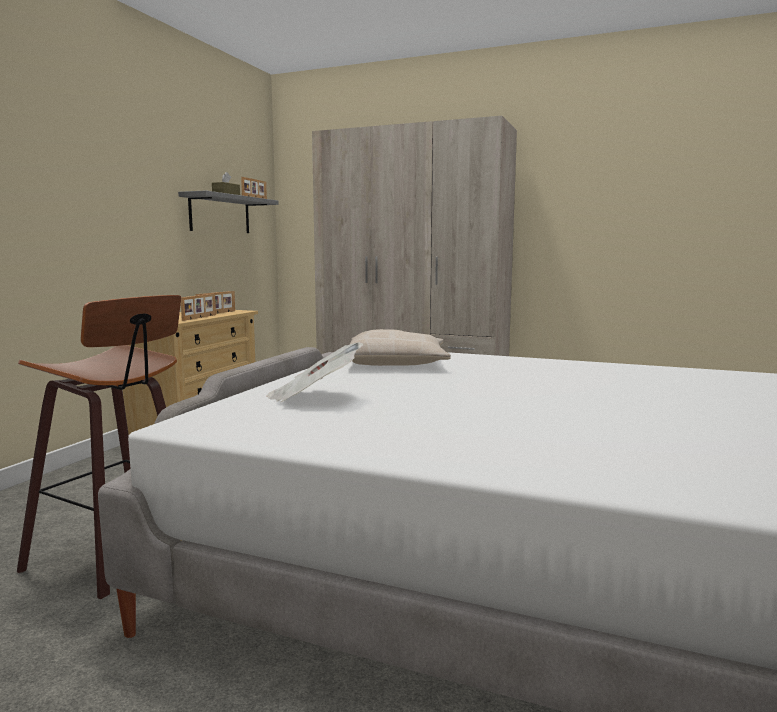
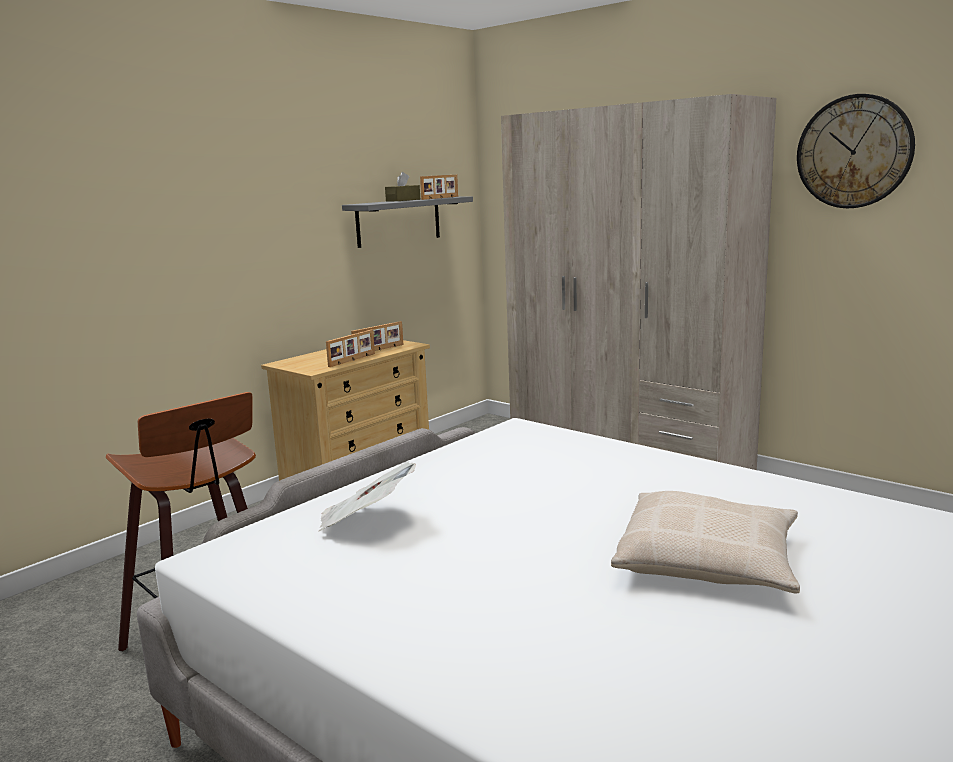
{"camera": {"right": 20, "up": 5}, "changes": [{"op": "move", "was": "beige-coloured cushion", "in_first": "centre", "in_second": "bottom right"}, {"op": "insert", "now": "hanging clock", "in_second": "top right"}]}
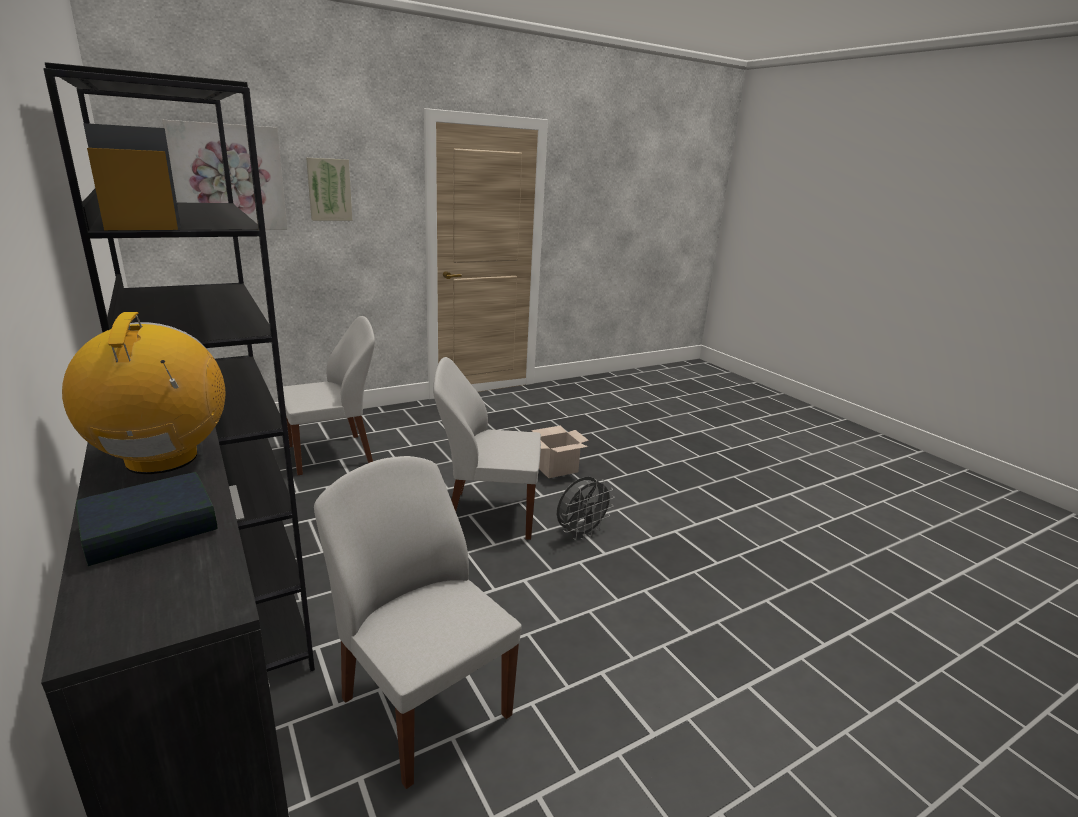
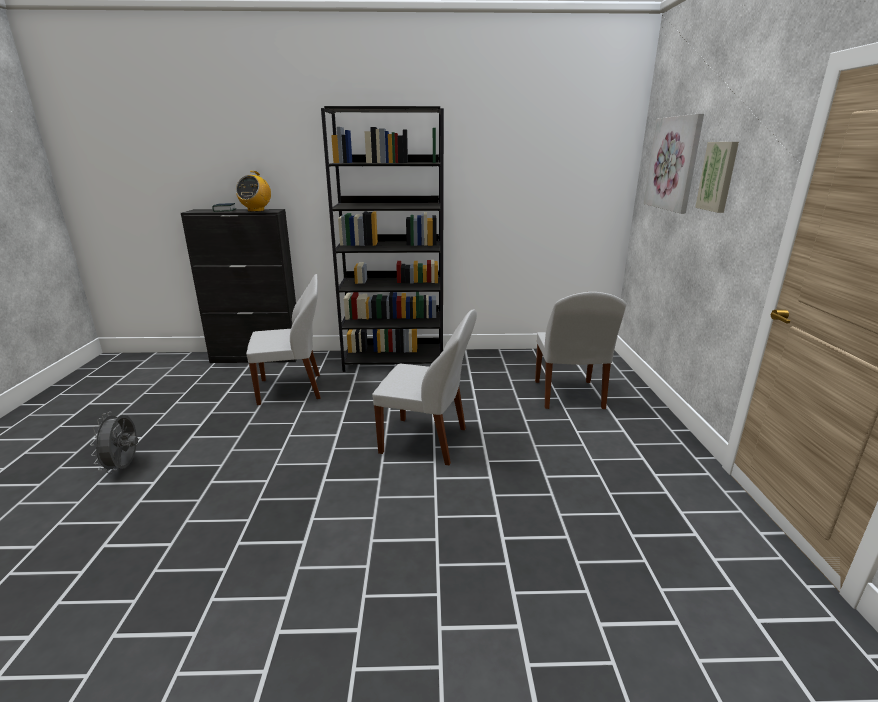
{"camera": {"right": 120, "up": 0}, "changes": [{"op": "move", "was": "grey electric fan", "in_first": "centre", "in_second": "middle left"}, {"op": "rotate", "was": "radio", "in_first": "middle left", "in_second": "top left", "clockwise": 90}, {"op": "rotate", "was": "white-coloured chair (3rd from left in the first image)", "in_first": "centre", "in_second": "centre", "clockwise": 75}, {"op": "delete", "was": "carton", "in_first": "centre"}]}
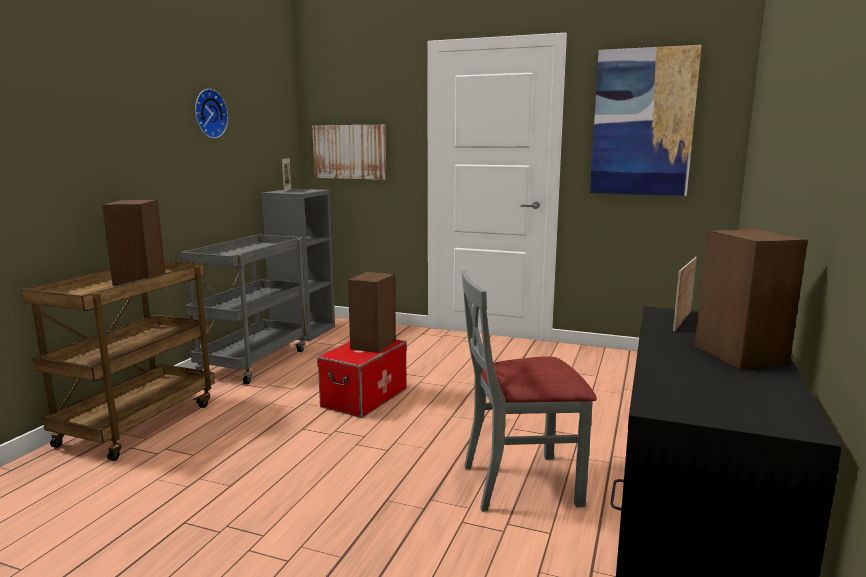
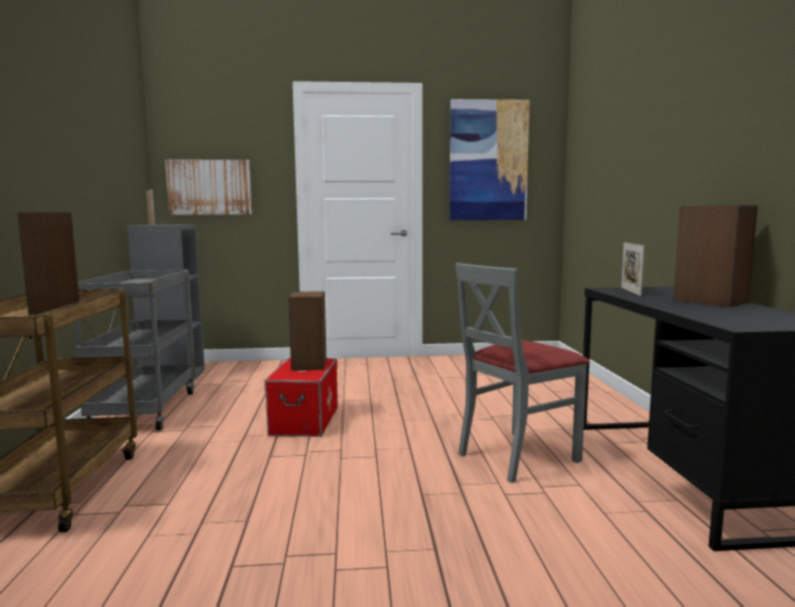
{"camera": {"right": -25, "up": -5}, "changes": [{"op": "delete", "was": "hanging clock", "in_first": "top left"}]}
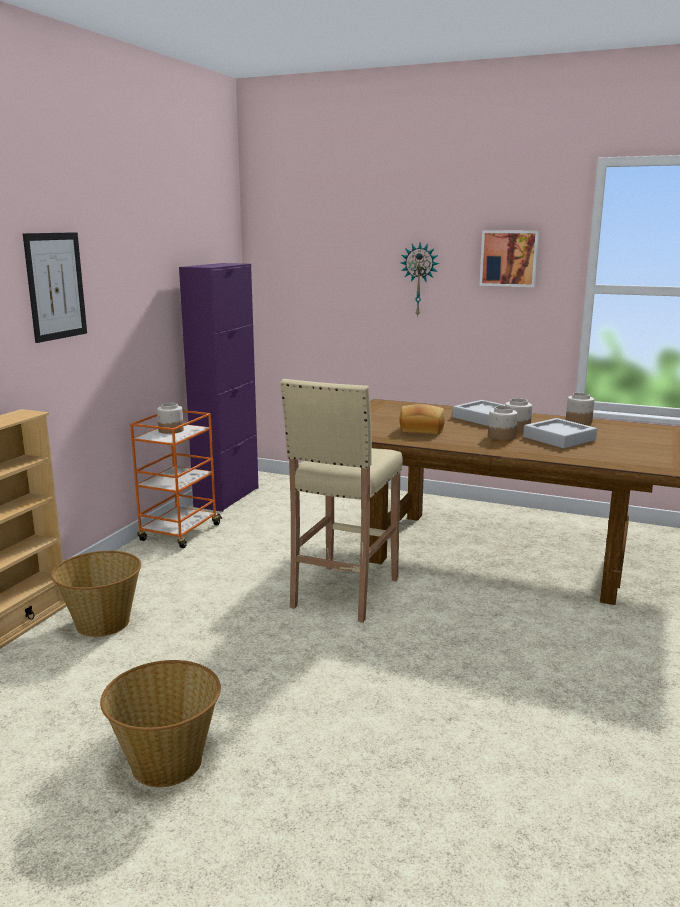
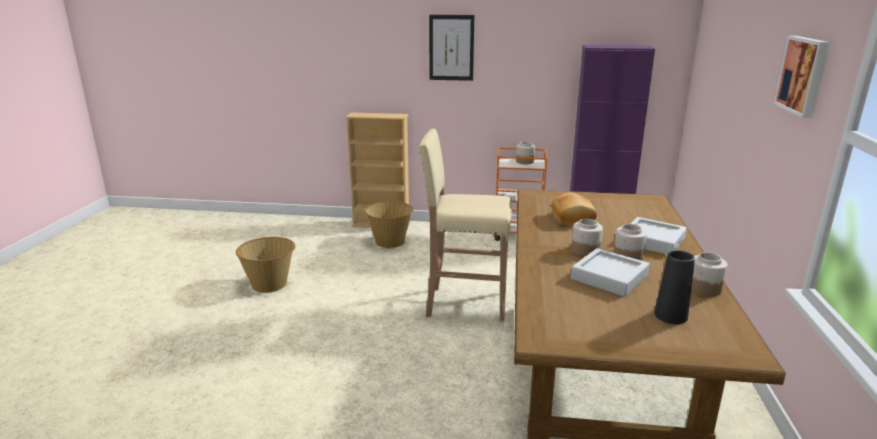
{"camera": {"right": 75, "up": 5}, "changes": [{"op": "insert", "now": "black-coloured decorative vase", "in_second": "middle right"}, {"op": "delete", "was": "hanging clock", "in_first": "top centre"}]}
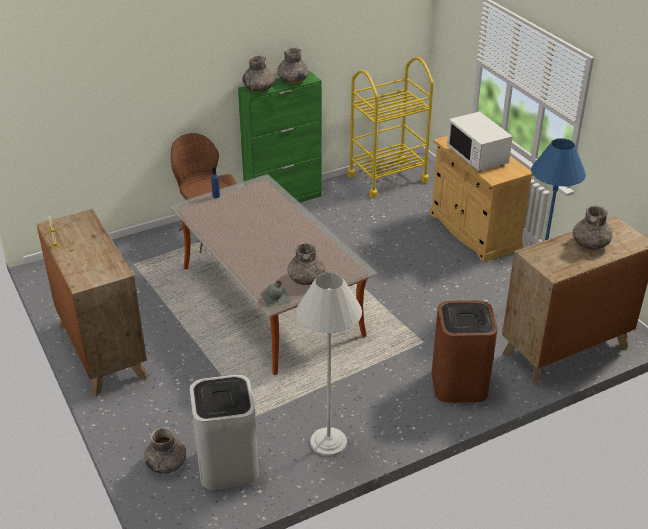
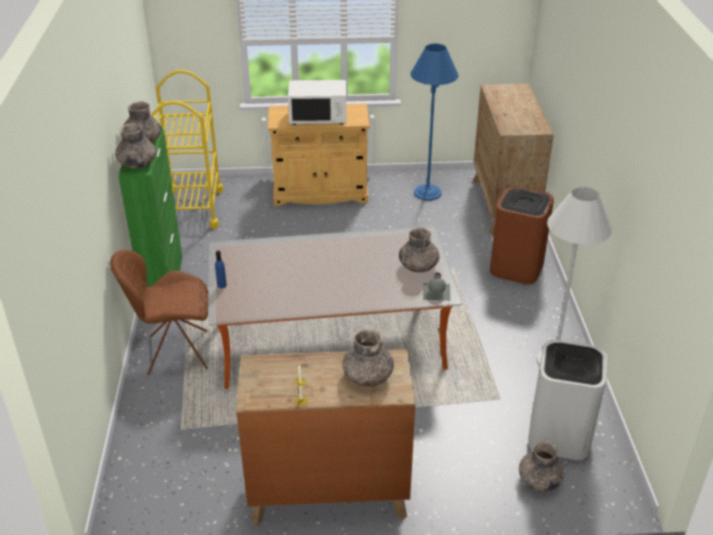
{"camera": {"right": -65, "up": 0}, "changes": [{"op": "move", "was": "grey decorative vase (5th from left in the first image)", "now": "grey decorative vase (3rd from left)", "in_first": "middle right", "in_second": "bottom centre"}]}
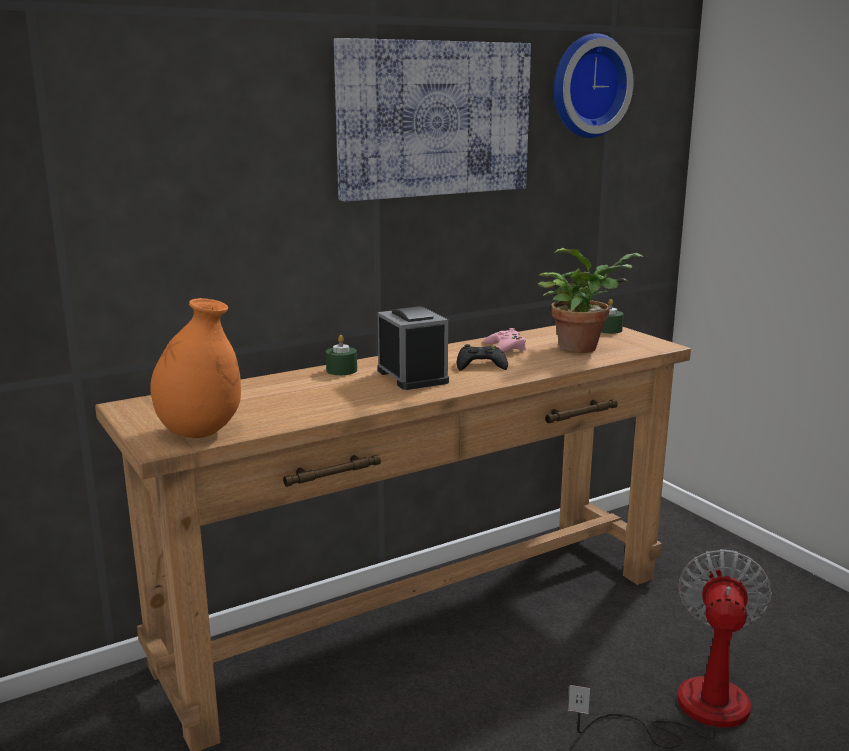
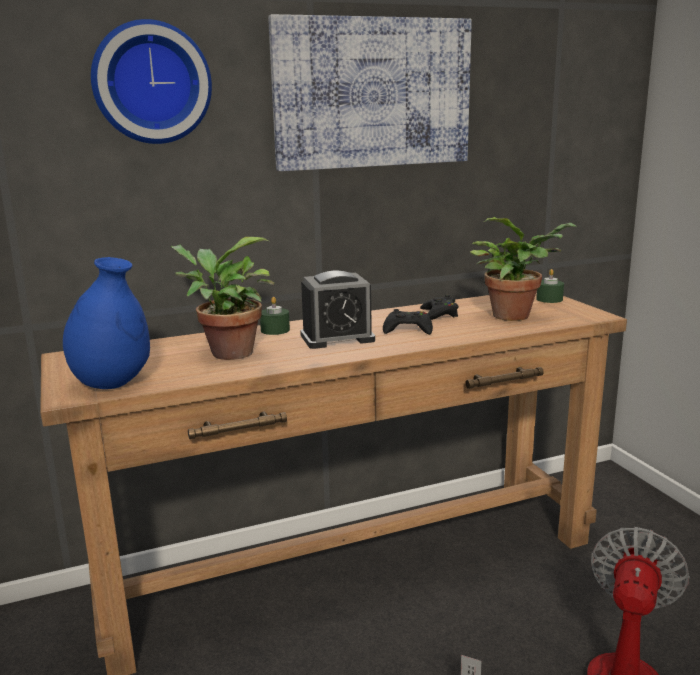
{"camera": {"right": 10, "up": 0}, "changes": [{"op": "recolor", "was": "orange-coloured decorative vase", "now": "blue-coloured decorative vase", "in_first": "middle left", "in_second": "middle left"}, {"op": "move", "was": "hanging clock", "in_first": "top right", "in_second": "top left"}, {"op": "insert", "now": "houseplant (1st from left)", "in_second": "middle left"}, {"op": "rotate", "was": "bedside clock", "in_first": "centre", "in_second": "centre", "clockwise": 90}, {"op": "recolor", "was": "pinkish joypad", "now": "black-coloured joypad (2nd from left)", "in_first": "centre", "in_second": "centre"}]}
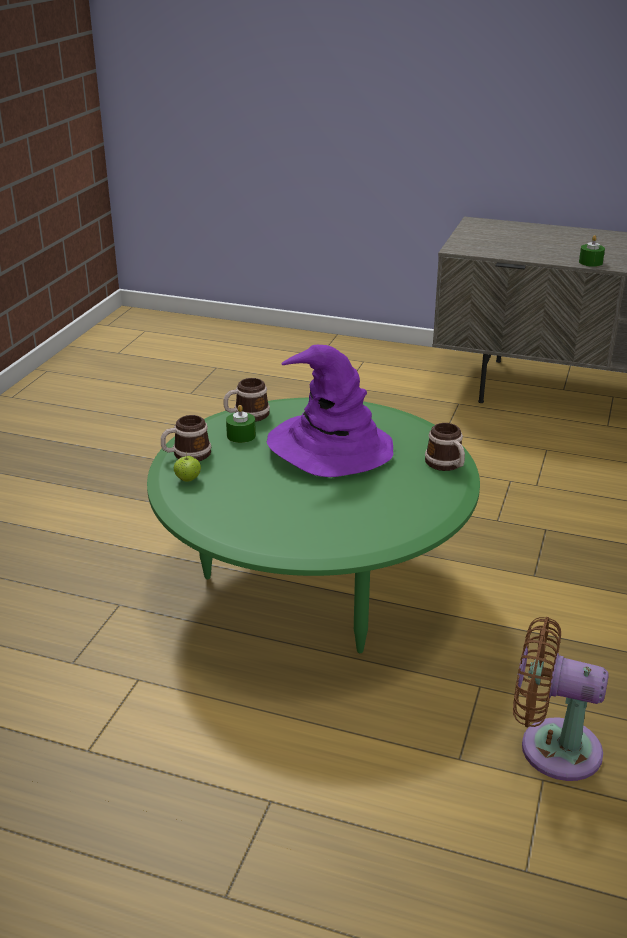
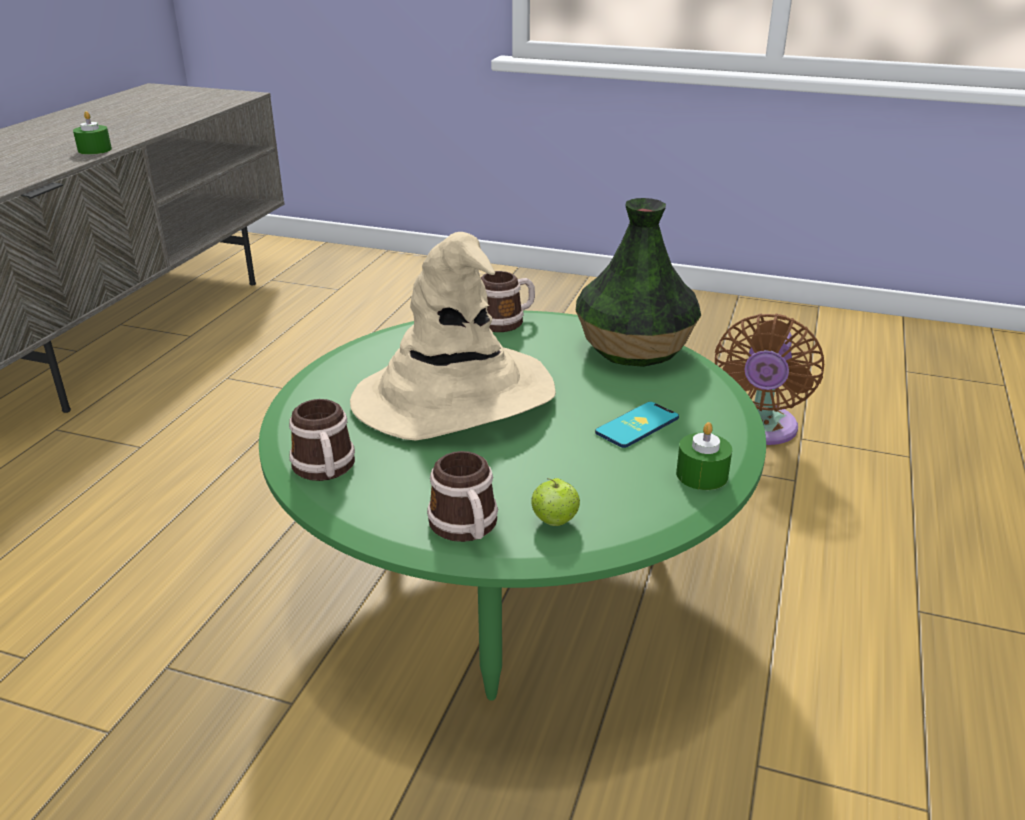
{"camera": {"right": -90, "up": 0}, "changes": [{"op": "recolor", "was": "purple wearable hat", "now": "beige-coloured wearable hat", "in_first": "centre", "in_second": "centre"}, {"op": "insert", "now": "decorative vase", "in_second": "centre"}, {"op": "insert", "now": "handset", "in_second": "centre"}, {"op": "move", "was": "green-coloured wax candle (1st from left in the first image)", "now": "green-coloured wax candle (2nd from left)", "in_first": "centre", "in_second": "middle right"}]}
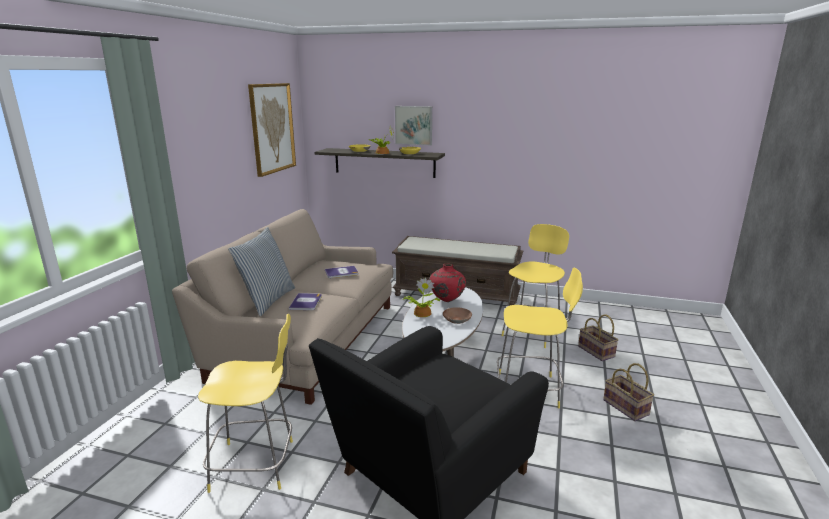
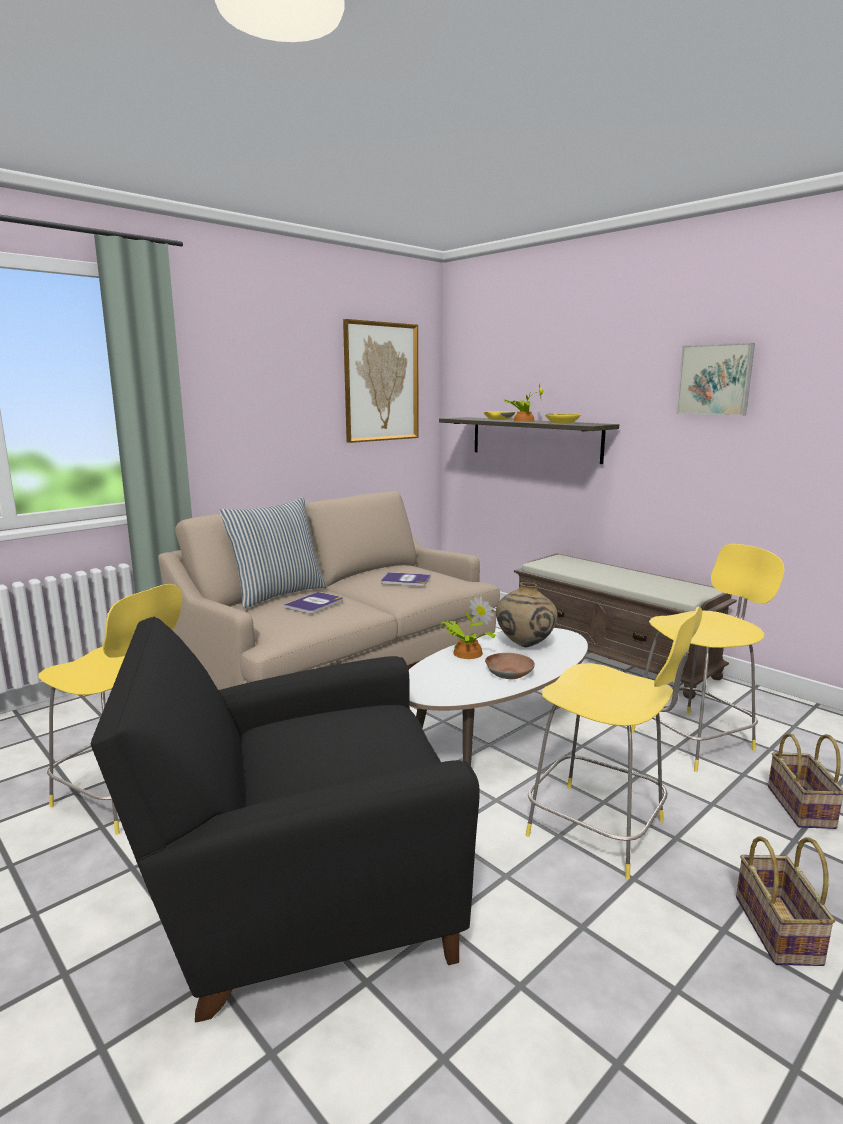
{"camera": {"right": 30, "up": -5}, "changes": [{"op": "recolor", "was": "red decorative vase", "now": "beige-coloured decorative vase", "in_first": "centre", "in_second": "centre"}, {"op": "move", "was": "wall picture (2nd from left)", "in_first": "top centre", "in_second": "middle right"}]}
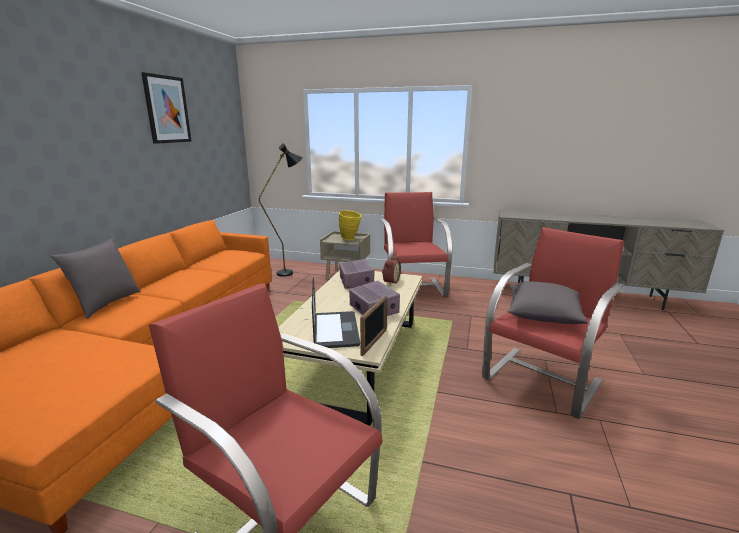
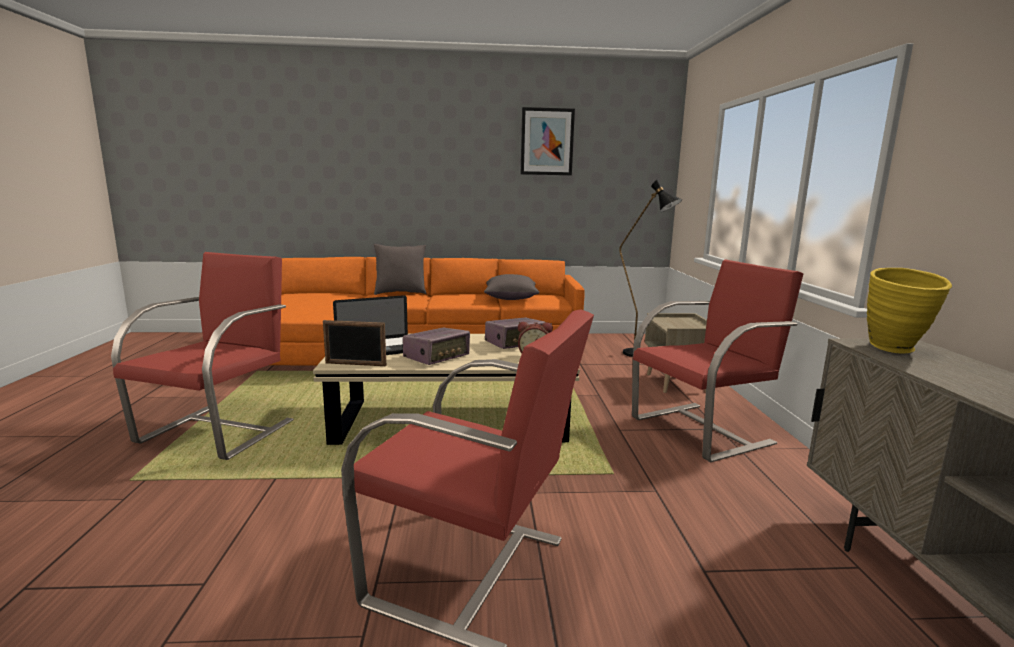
{"camera": {"right": 70, "up": -5}, "changes": [{"op": "move", "was": "grey cushion (2nd from left)", "in_first": "middle right", "in_second": "centre"}, {"op": "move", "was": "yellow-coloured decorative vase", "in_first": "centre", "in_second": "middle right"}]}
